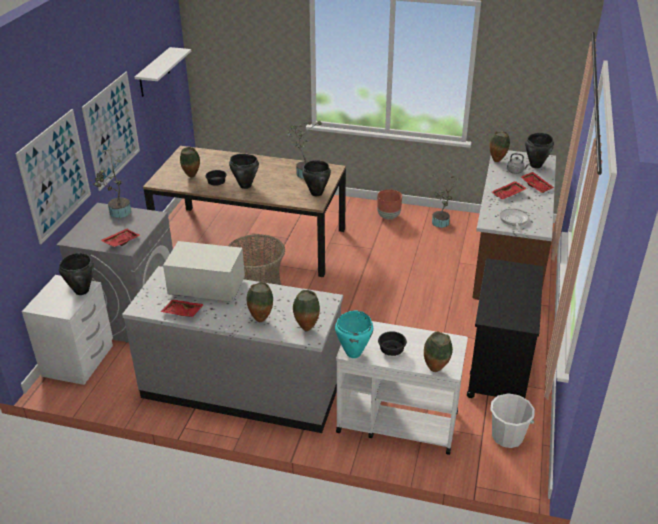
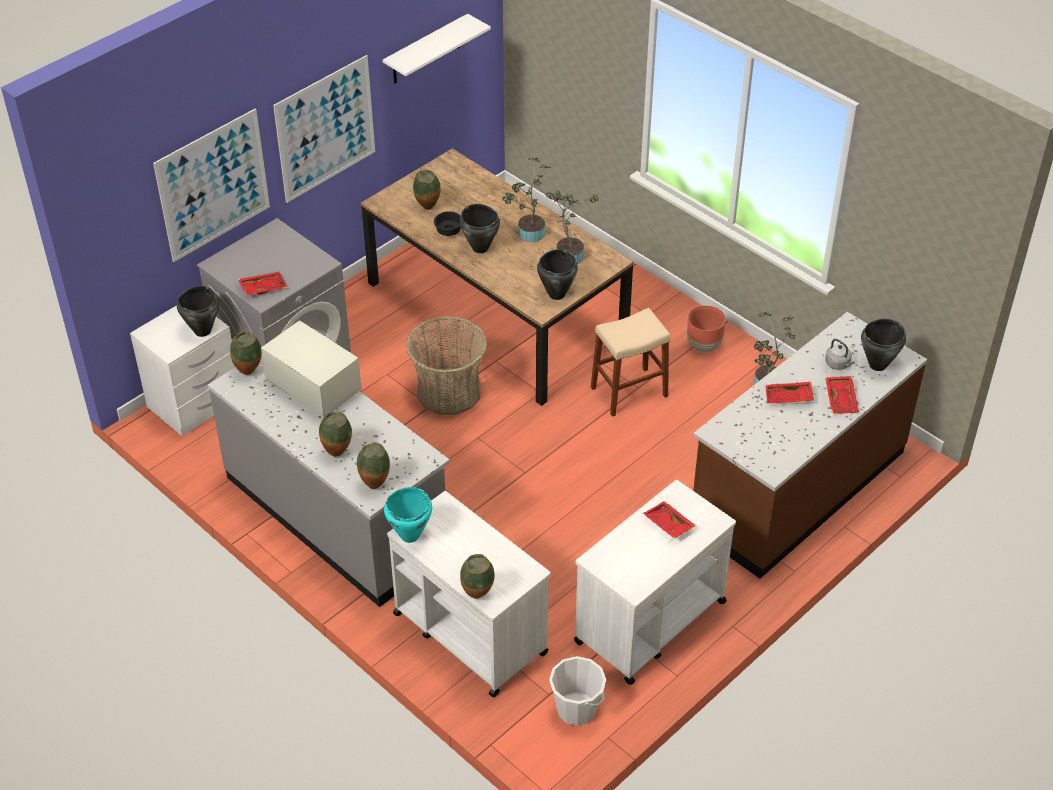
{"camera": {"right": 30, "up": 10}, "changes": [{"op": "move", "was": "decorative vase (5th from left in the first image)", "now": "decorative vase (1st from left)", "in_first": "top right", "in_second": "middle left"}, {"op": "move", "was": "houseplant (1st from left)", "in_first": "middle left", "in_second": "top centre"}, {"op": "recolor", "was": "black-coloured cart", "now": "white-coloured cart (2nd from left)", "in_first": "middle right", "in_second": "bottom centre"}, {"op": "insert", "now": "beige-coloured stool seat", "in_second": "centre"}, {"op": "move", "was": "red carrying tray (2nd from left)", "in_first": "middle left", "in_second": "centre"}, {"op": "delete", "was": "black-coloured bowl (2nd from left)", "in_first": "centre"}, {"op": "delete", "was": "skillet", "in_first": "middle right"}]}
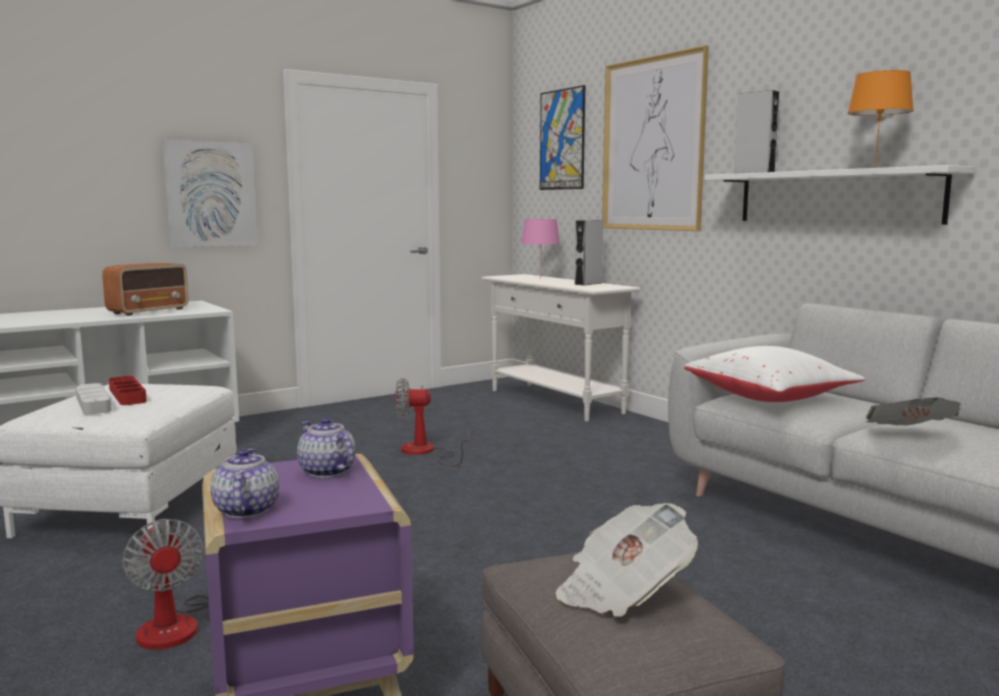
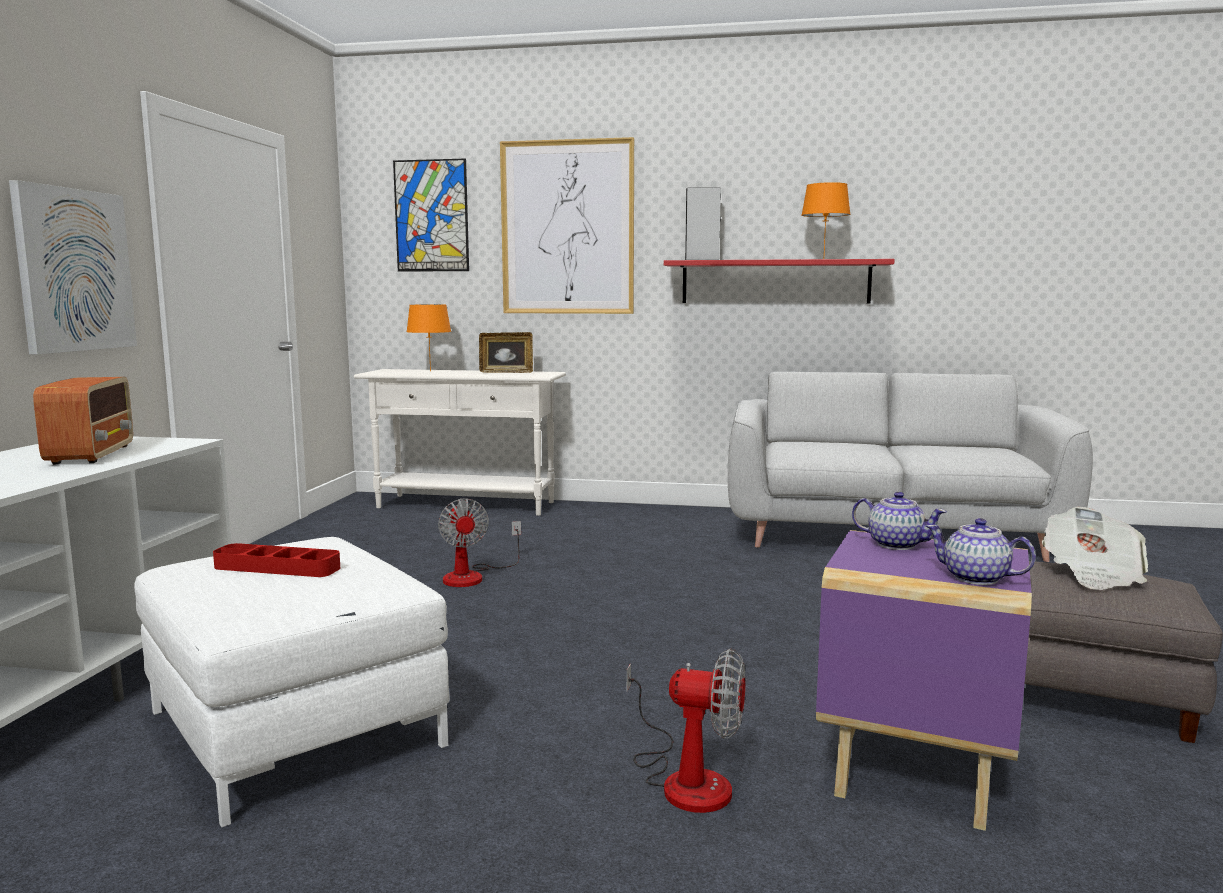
{"camera": {"right": -45, "up": 0}, "changes": [{"op": "recolor", "was": "pinkish lamp for a table", "now": "orange-coloured lamp for a table (1st from left)", "in_first": "centre", "in_second": "centre"}, {"op": "rotate", "was": "electric fan (2nd from left in the first image)", "in_first": "centre", "in_second": "centre", "clockwise": -60}, {"op": "replace", "was": "grey audio speaker (1st from left)", "now": "picture frame", "in_first": "centre", "in_second": "centre"}, {"op": "recolor", "was": "white-coloured wall shelf", "now": "red wall shelf", "in_first": "top right", "in_second": "top centre"}, {"op": "rotate", "was": "teapot (2nd from left in the first image)", "in_first": "middle left", "in_second": "middle right", "clockwise": -150}, {"op": "delete", "was": "grey carrying tray", "in_first": "middle left"}, {"op": "delete", "was": "white-coloured cushion", "in_first": "middle right"}, {"op": "delete", "was": "newspaper (2nd from left)", "in_first": "middle right"}]}
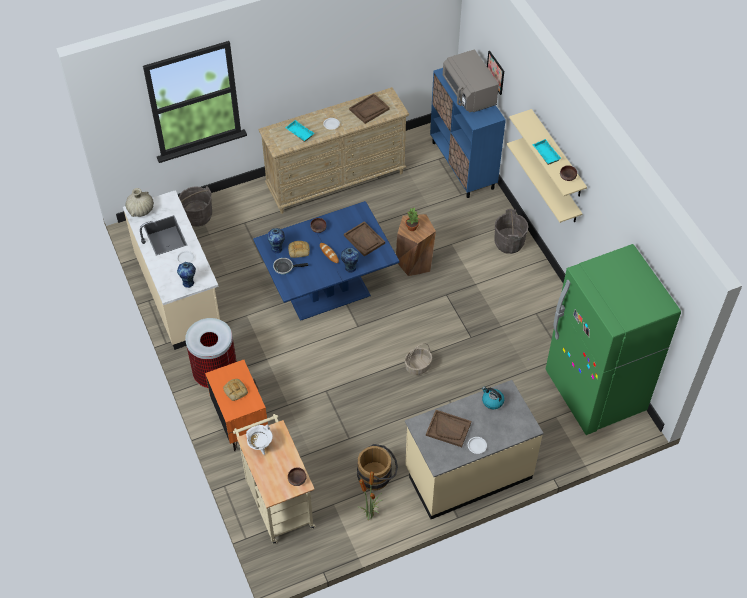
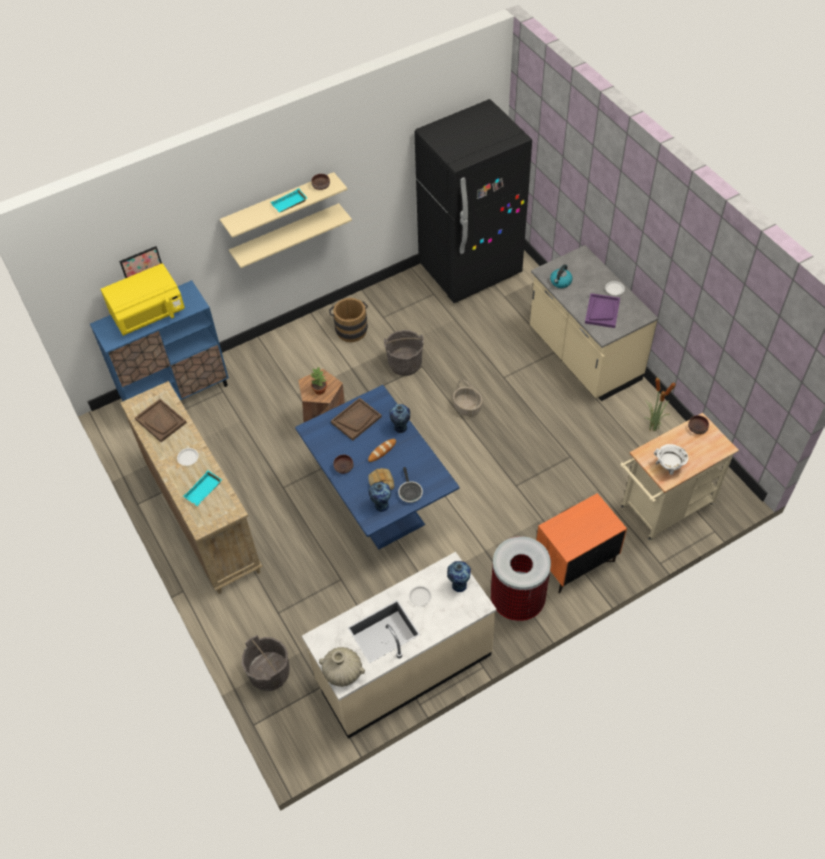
{"camera": {"right": -95, "up": 0}, "changes": [{"op": "recolor", "was": "grey microwave", "now": "yellow-coloured microwave", "in_first": "top centre", "in_second": "middle left"}, {"op": "move", "was": "brown pail", "in_first": "bottom centre", "in_second": "centre"}, {"op": "move", "was": "grey pail (2nd from left)", "in_first": "middle right", "in_second": "centre"}, {"op": "recolor", "was": "green-coloured kitchen fridge", "now": "black-coloured kitchen fridge", "in_first": "middle right", "in_second": "top centre"}, {"op": "recolor", "was": "brown carrying tray (3rd from left)", "now": "purple carrying tray", "in_first": "bottom centre", "in_second": "middle right"}, {"op": "delete", "was": "baked bread (1st from left)", "in_first": "middle left"}]}
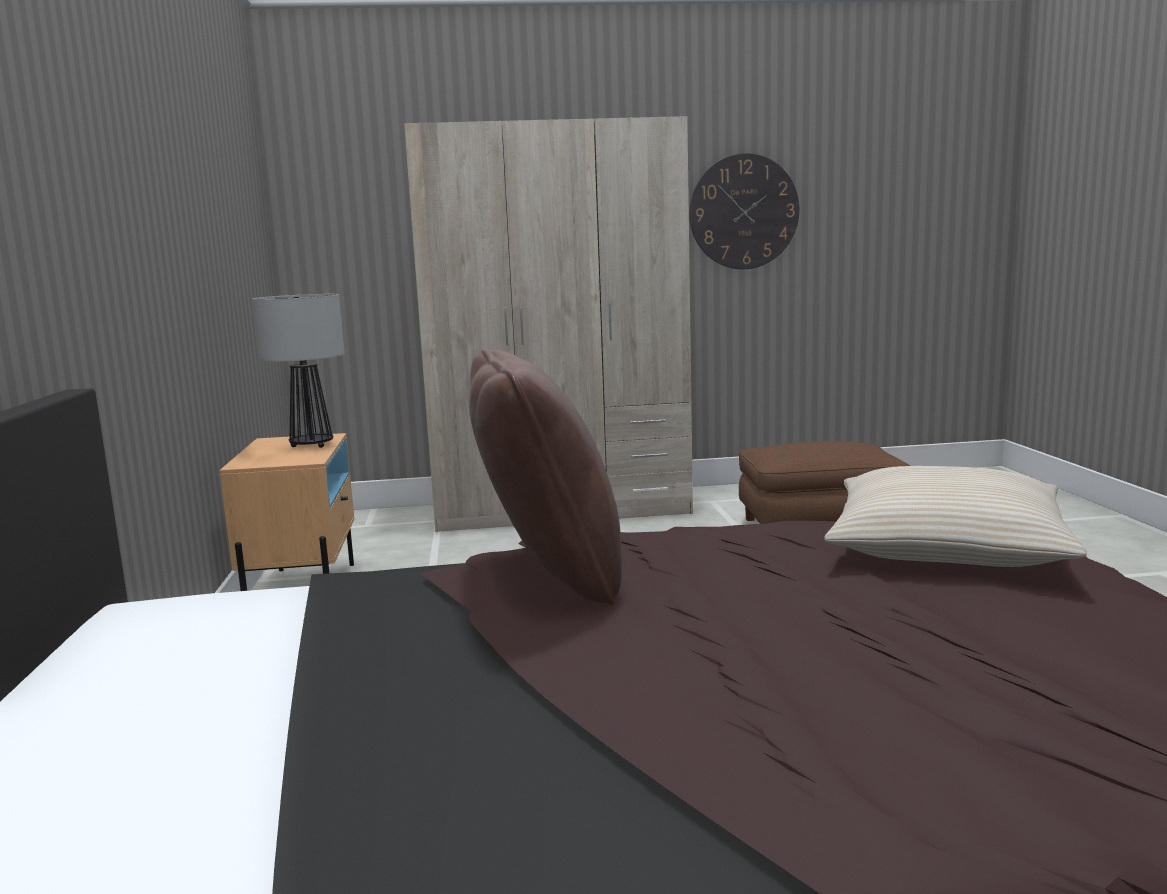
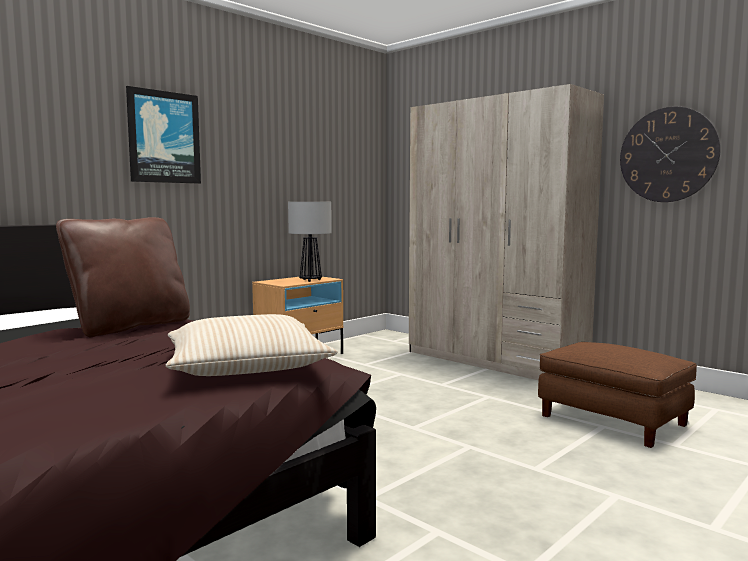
{"camera": {"right": 50, "up": -5}, "changes": [{"op": "insert", "now": "wall picture", "in_second": "top left"}]}
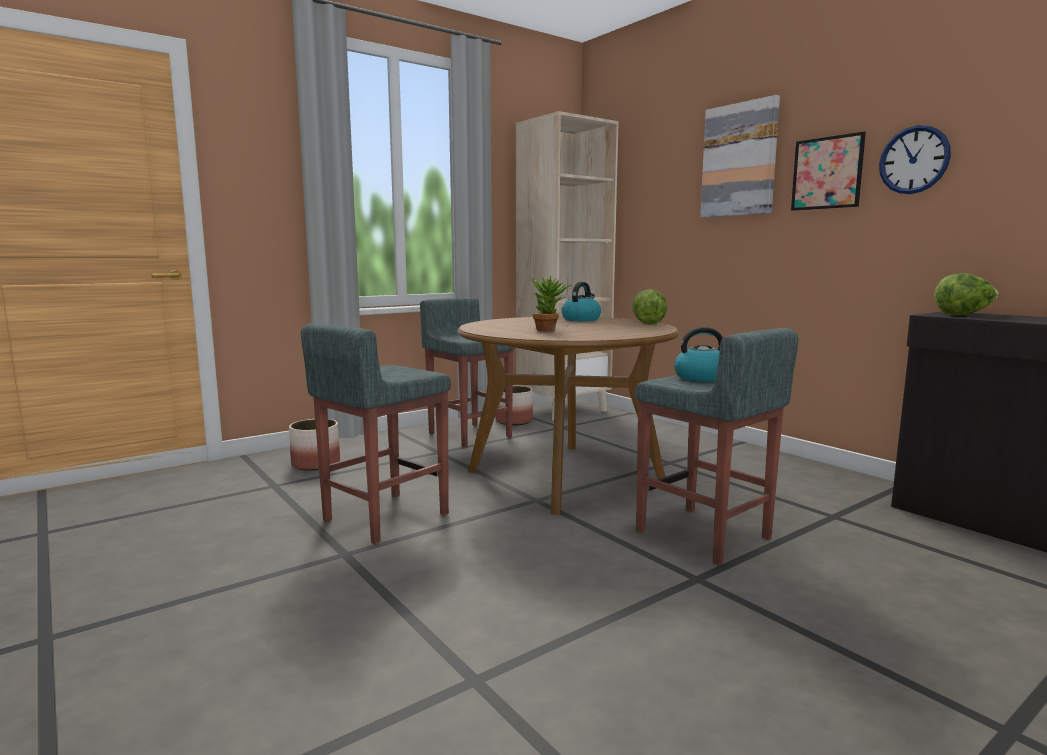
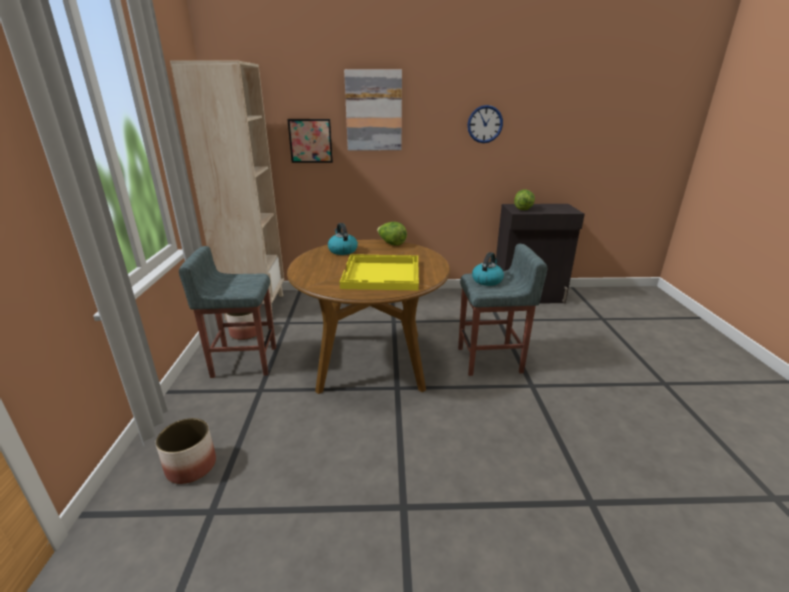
{"camera": {"right": -55, "up": 15}, "changes": [{"op": "move", "was": "wall picture (2nd from left in the first image)", "now": "wall picture (1st from left)", "in_first": "top right", "in_second": "top centre"}, {"op": "replace", "was": "houseplant", "now": "yellow-coloured carrying tray", "in_first": "centre", "in_second": "centre"}, {"op": "delete", "was": "grey stool seat (1st from left)", "in_first": "centre"}]}
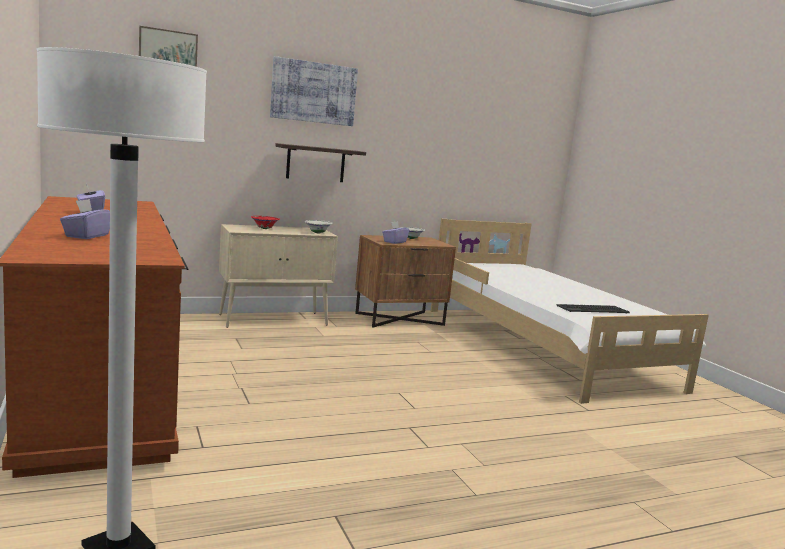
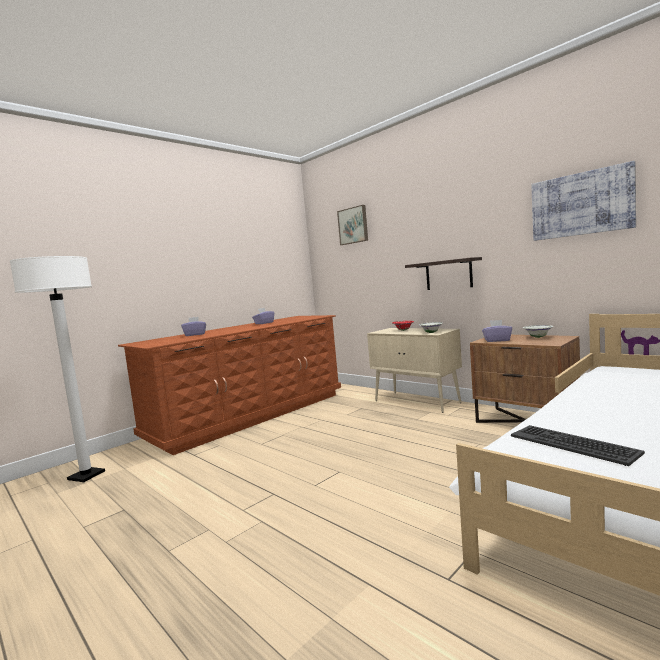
{"camera": {"right": 70, "up": -5}, "changes": [{"op": "move", "was": "wall picture (2nd from left)", "in_first": "top centre", "in_second": "top right"}]}
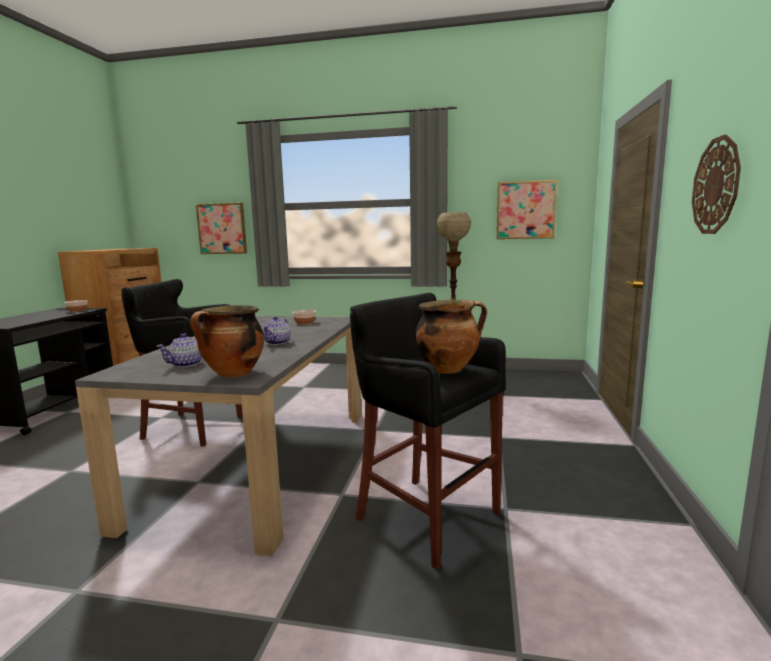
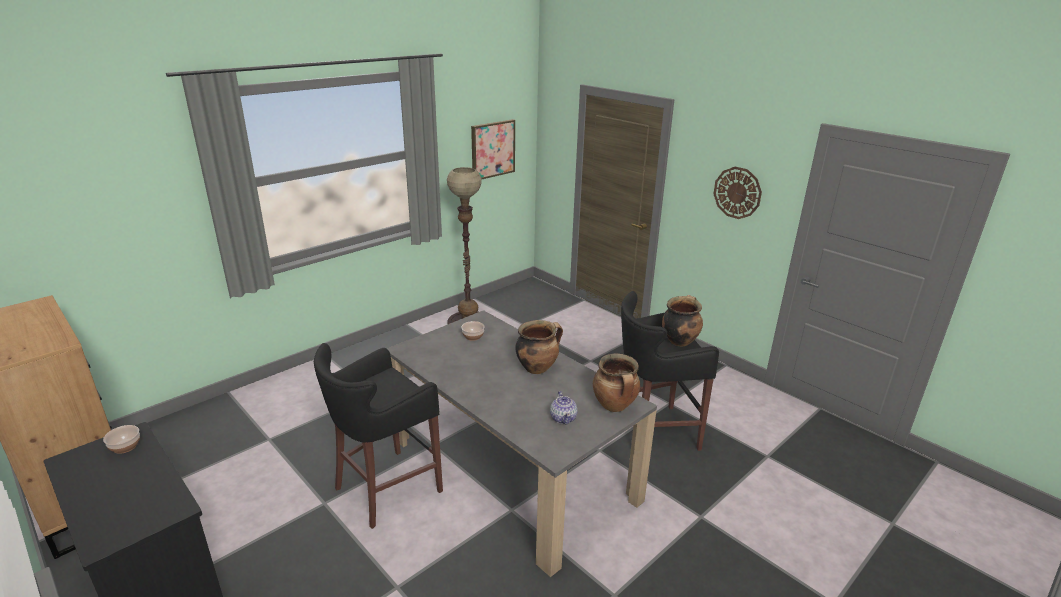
{"camera": {"right": -55, "up": 15}, "changes": [{"op": "replace", "was": "teapot (2nd from left)", "now": "cooking pot (1st from left)", "in_first": "centre", "in_second": "centre"}, {"op": "delete", "was": "wall picture (1st from left)", "in_first": "middle left"}]}
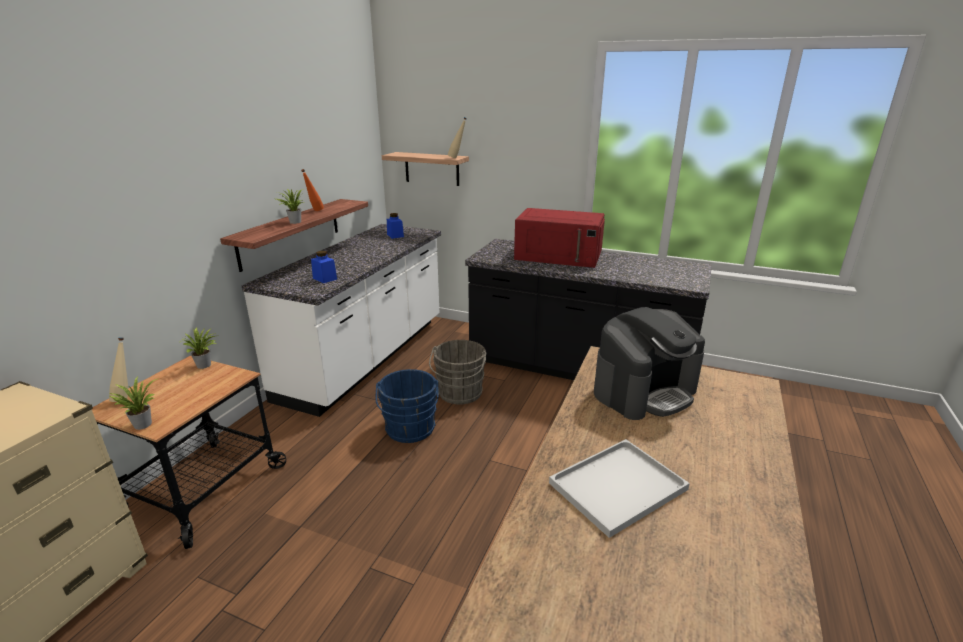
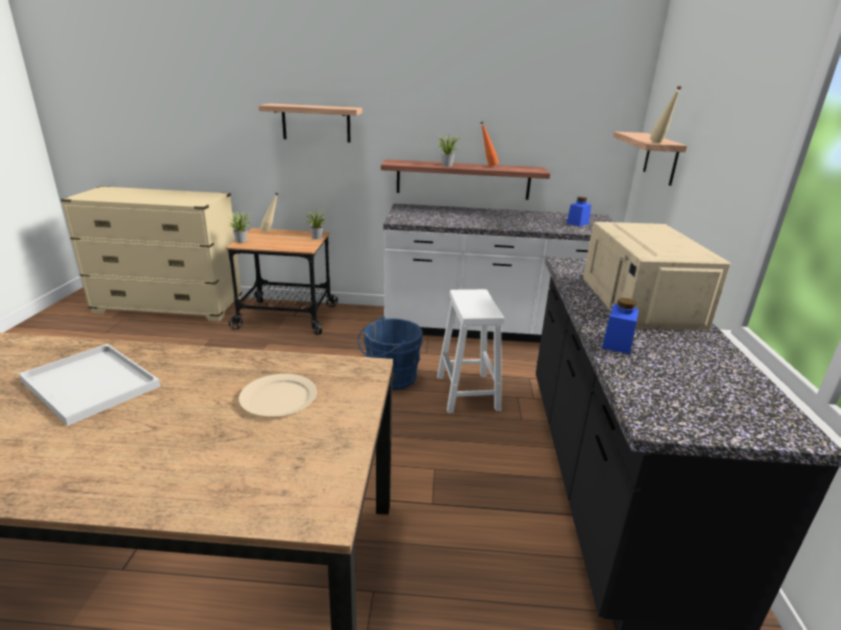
{"camera": {"right": 70, "up": 0}, "changes": [{"op": "replace", "was": "coffee maker", "now": "beige-coloured dinner plate", "in_first": "middle right", "in_second": "middle left"}, {"op": "insert", "now": "wall shelf (1st from left)", "in_second": "top centre"}, {"op": "replace", "was": "grey pail", "now": "white-coloured stool seat", "in_first": "centre", "in_second": "centre"}, {"op": "recolor", "was": "red microwave", "now": "beige-coloured microwave", "in_first": "centre", "in_second": "middle right"}, {"op": "move", "was": "blue-coloured storage jar (1st from left in the first image)", "now": "blue-coloured storage jar (2nd from left)", "in_first": "centre", "in_second": "middle right"}]}
